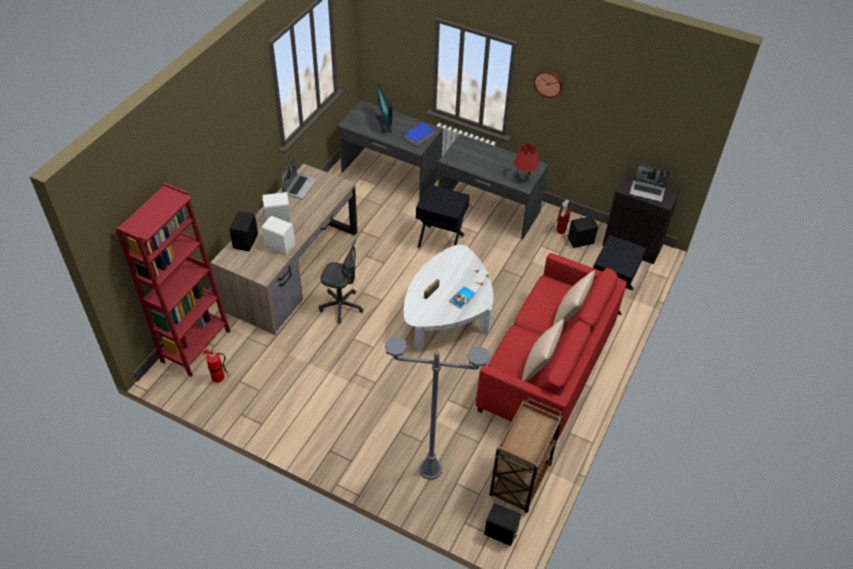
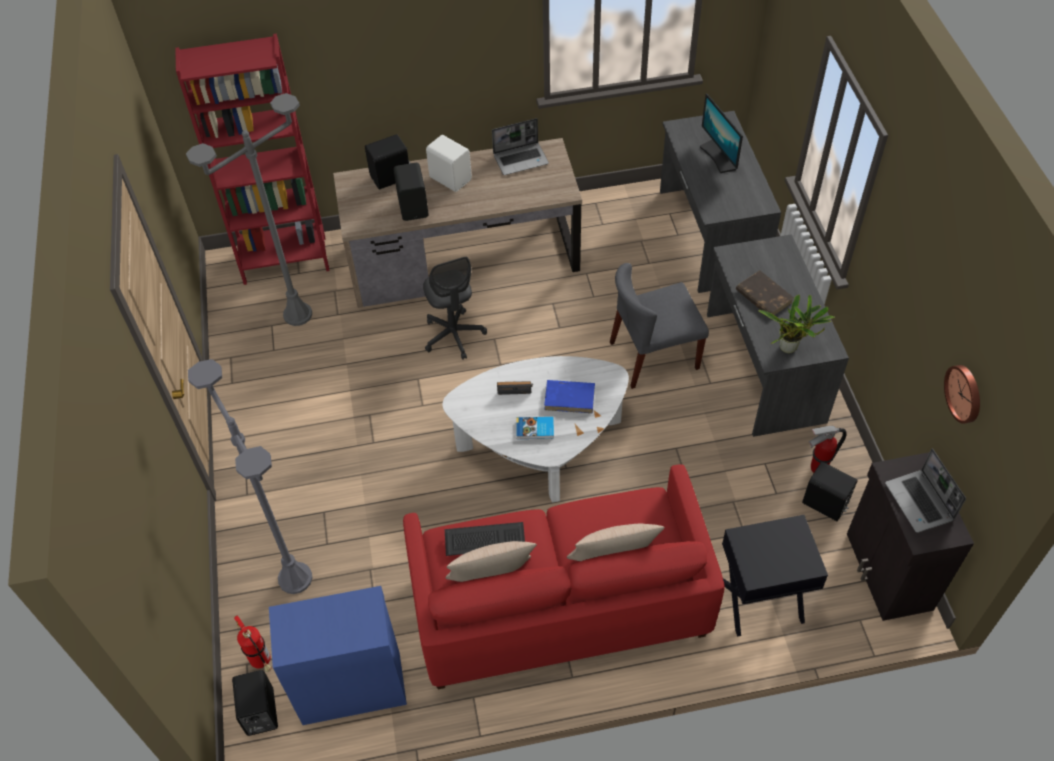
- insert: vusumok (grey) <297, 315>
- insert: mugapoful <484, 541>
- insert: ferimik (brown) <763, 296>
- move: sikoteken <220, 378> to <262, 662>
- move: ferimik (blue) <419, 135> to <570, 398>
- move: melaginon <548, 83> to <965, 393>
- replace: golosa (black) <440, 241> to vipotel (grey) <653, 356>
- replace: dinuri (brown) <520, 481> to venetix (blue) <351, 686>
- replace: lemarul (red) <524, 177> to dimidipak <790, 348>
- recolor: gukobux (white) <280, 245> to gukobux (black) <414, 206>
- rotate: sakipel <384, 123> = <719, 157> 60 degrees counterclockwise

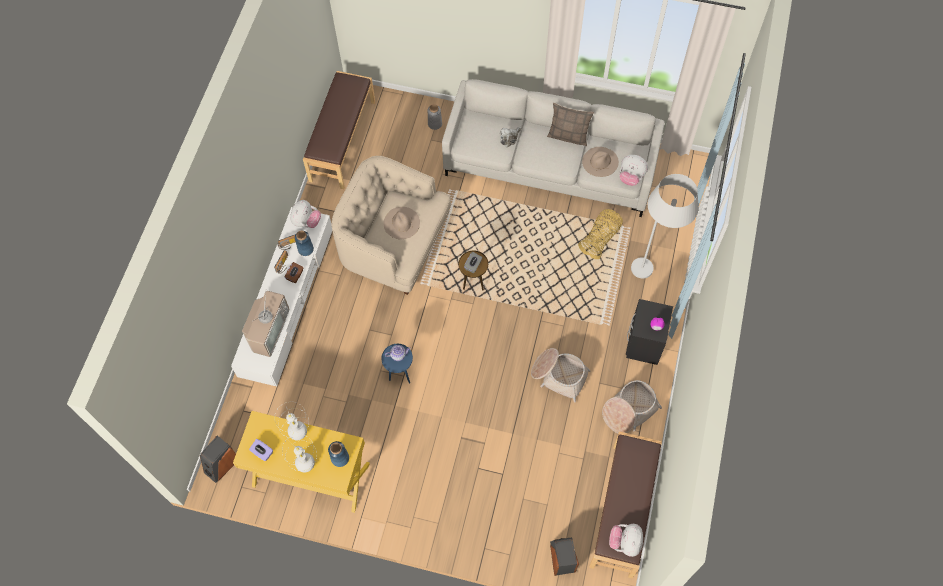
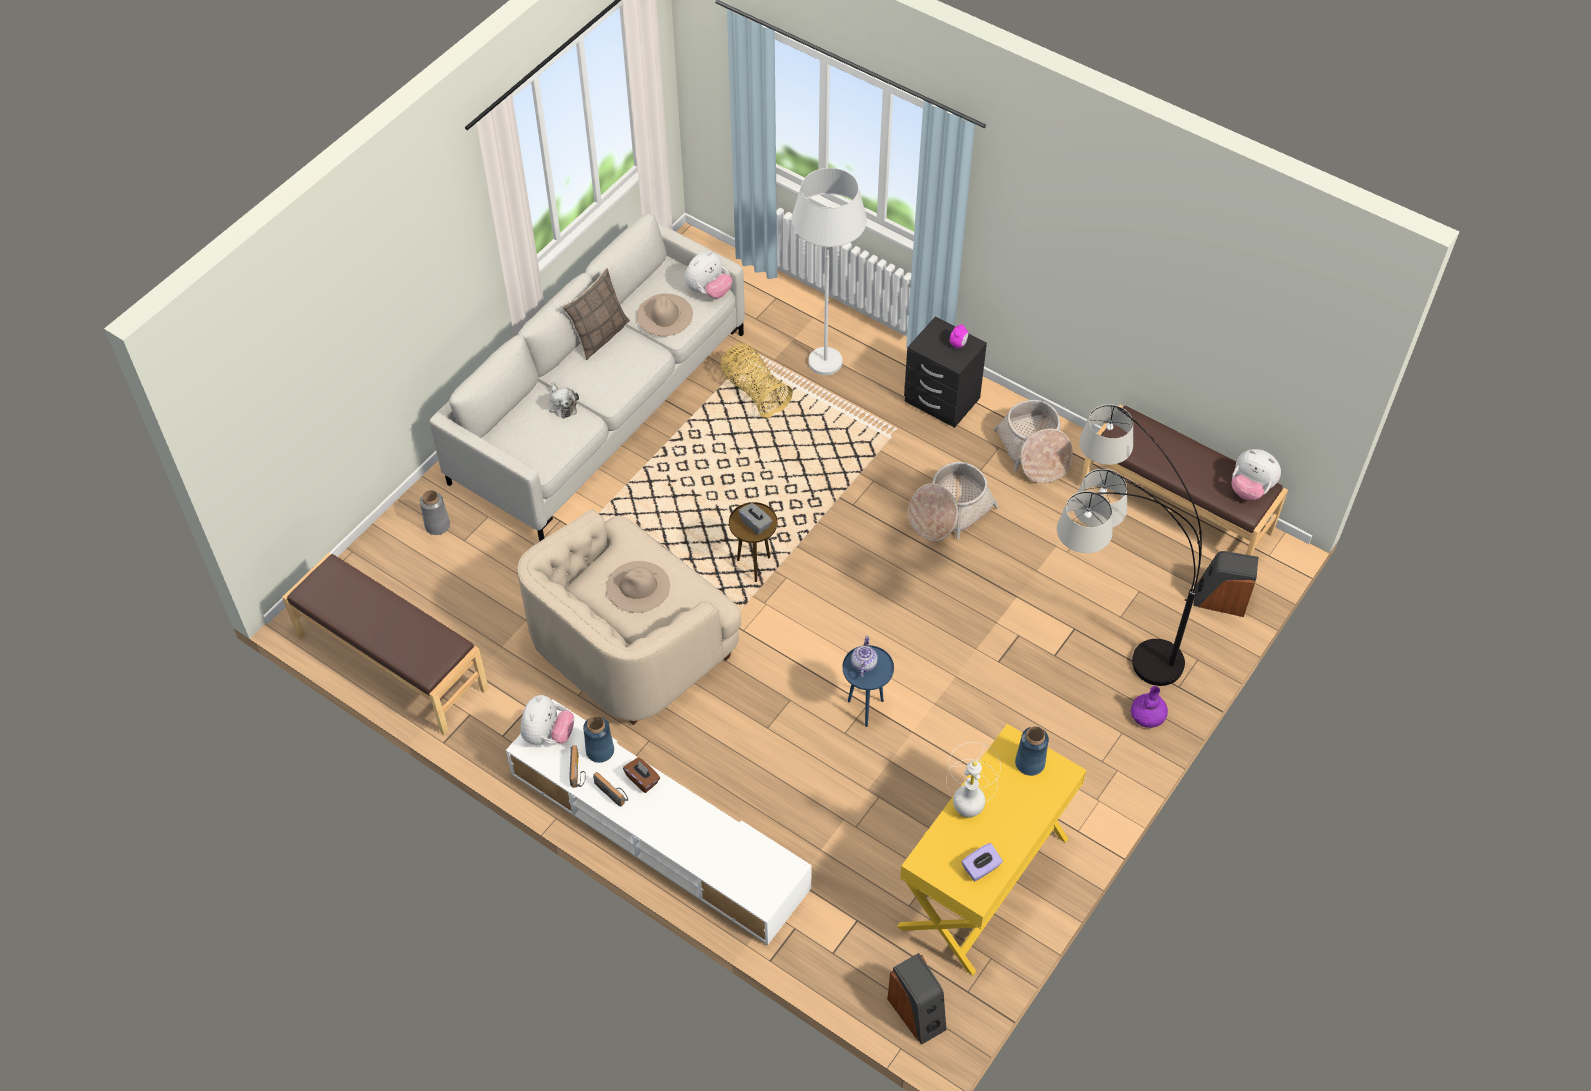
- delete: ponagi <268, 329>
- delete: lemarul (white) <306, 465>
- insert: vusumok <1094, 649>
- insert: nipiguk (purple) <1147, 716>
- rotate: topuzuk <306, 222> = <548, 735> 60 degrees clockwise

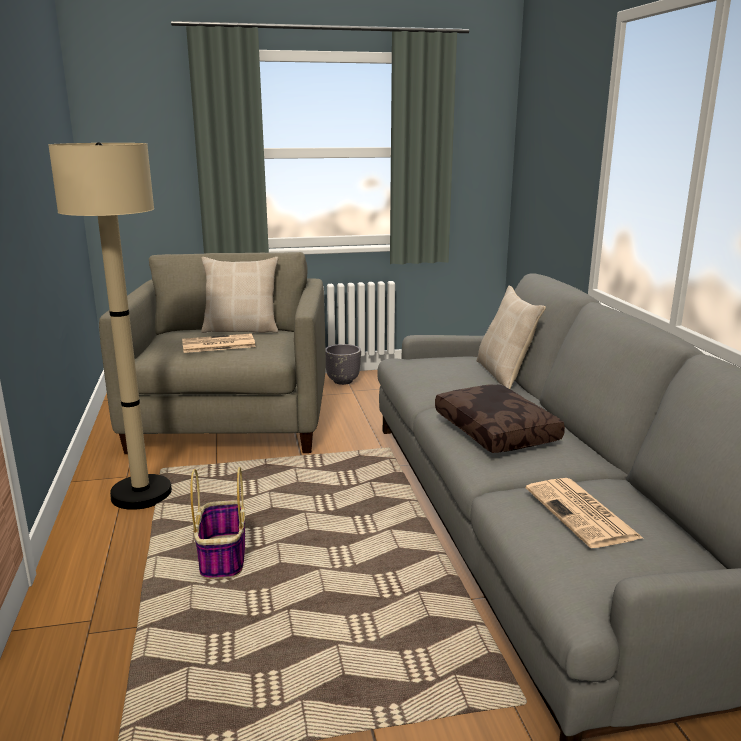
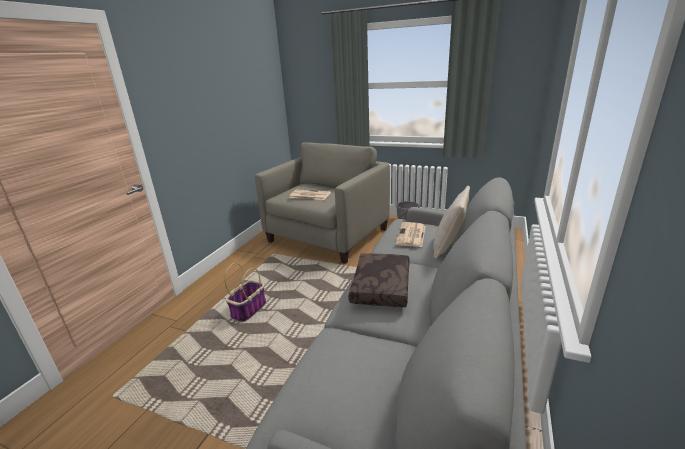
- delete: vusumok (beige) <141, 494>
- delete: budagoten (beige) <242, 329>
- move: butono <583, 514> to <411, 235>

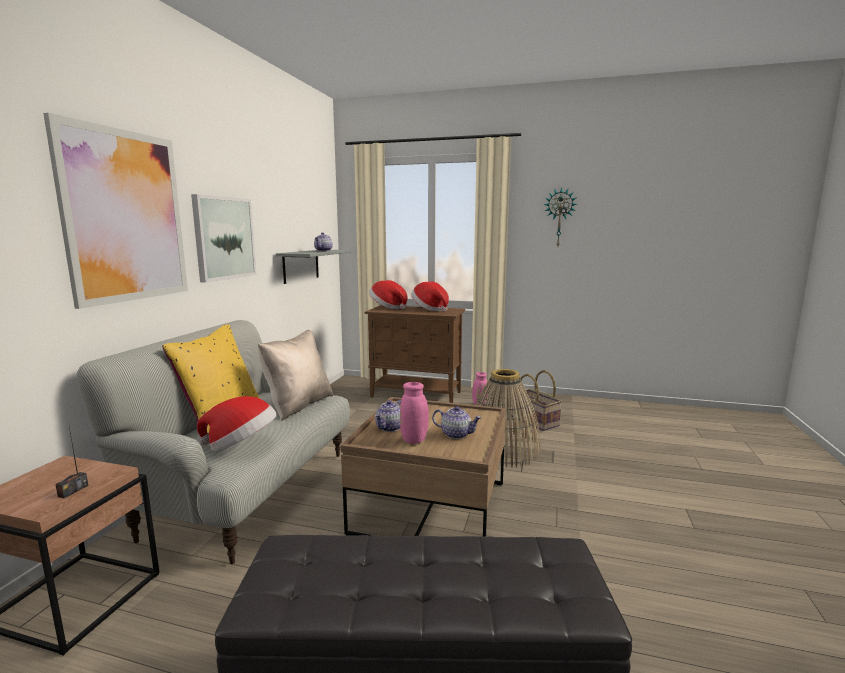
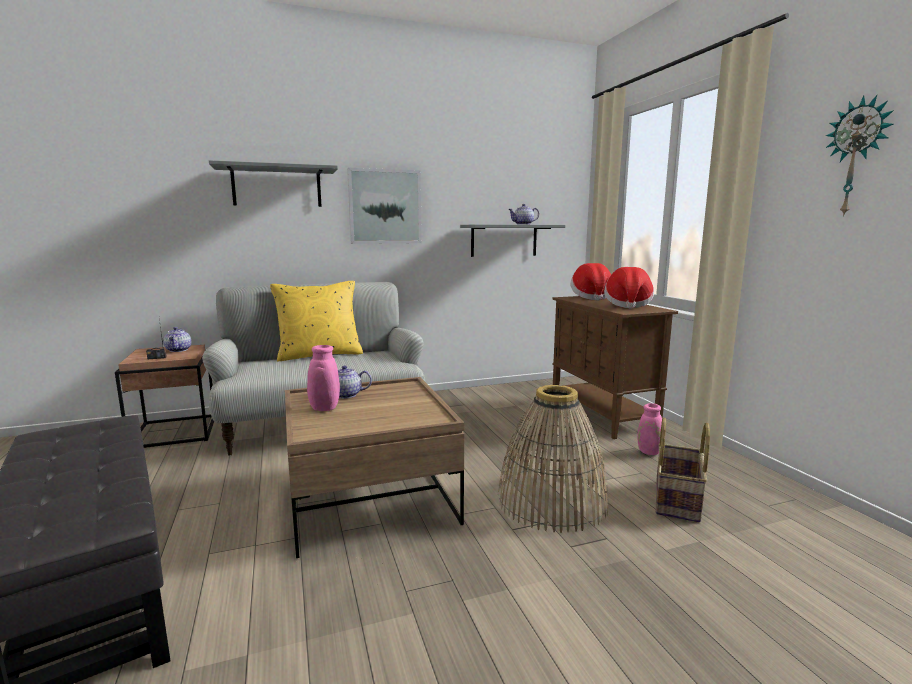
- delete: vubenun <241, 446>
- delete: budagoten (beige) <298, 405>
- move: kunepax <456, 434> to <179, 350>
- replace: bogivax <125, 216> to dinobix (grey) <277, 187>

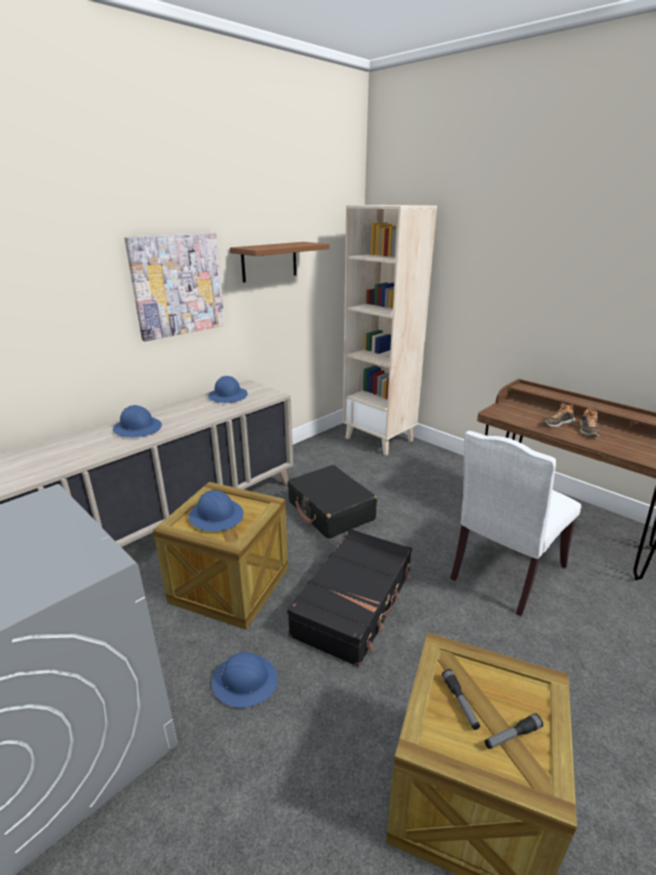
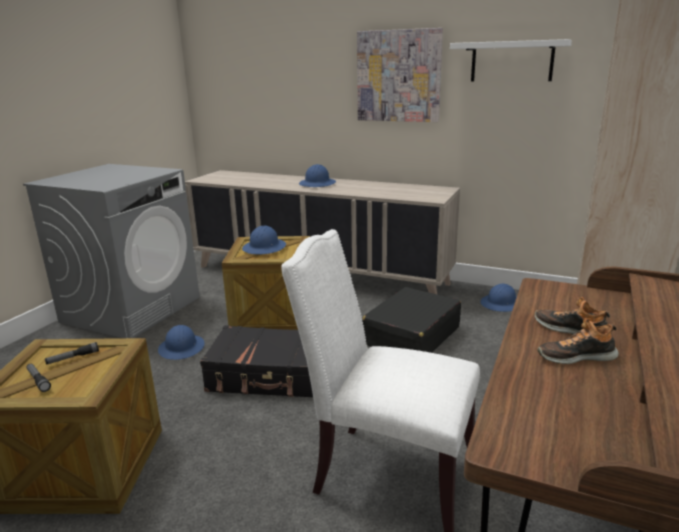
- move: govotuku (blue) <228, 396> to <501, 304>
- recolor: dinobix (brown) <269, 261> to dinobix (white) <511, 61>

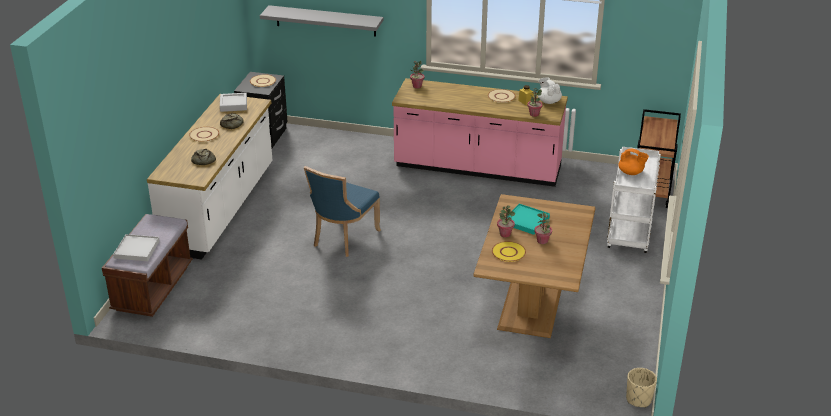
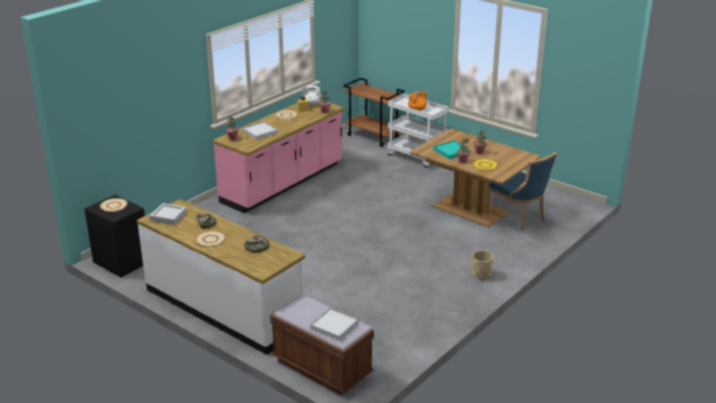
- delete: dinobix (grey) <325, 21>
- insert: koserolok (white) <260, 132>
- move: vipotel (blue) <343, 238> to <518, 218>
- move: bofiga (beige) <638, 399> to <481, 274>

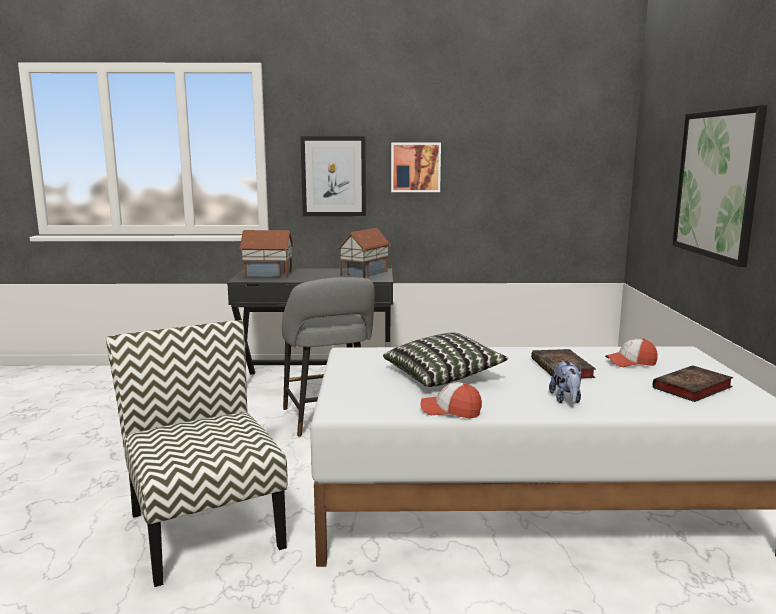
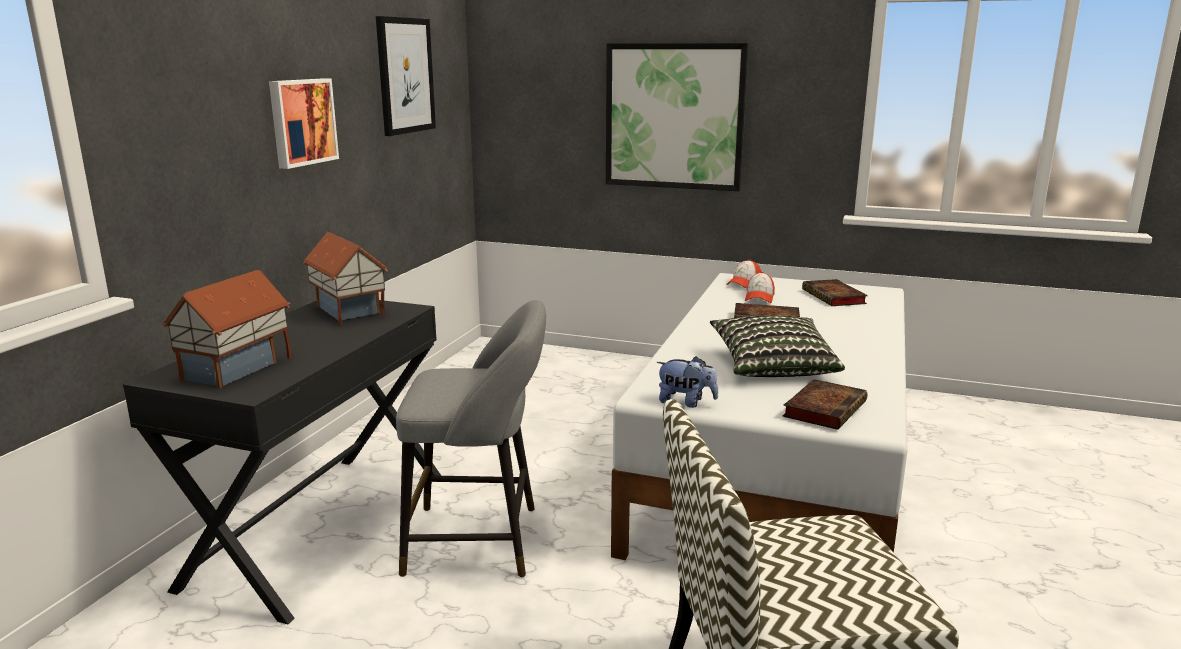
- insert: ferimik <824, 408>
- move: bogivax <333, 176> to <405, 76>
- move: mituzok <451, 411> to <744, 284>
- move: topuzuk <566, 400> to <686, 402>

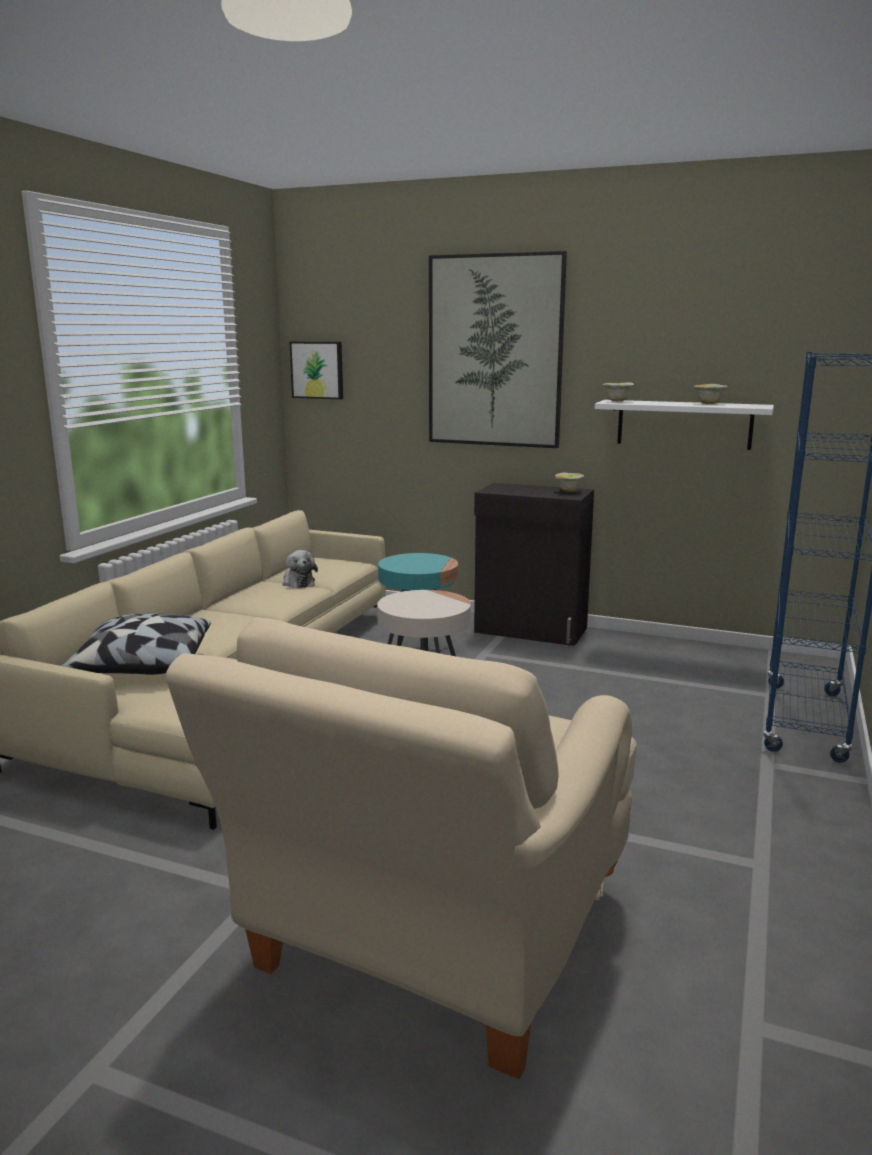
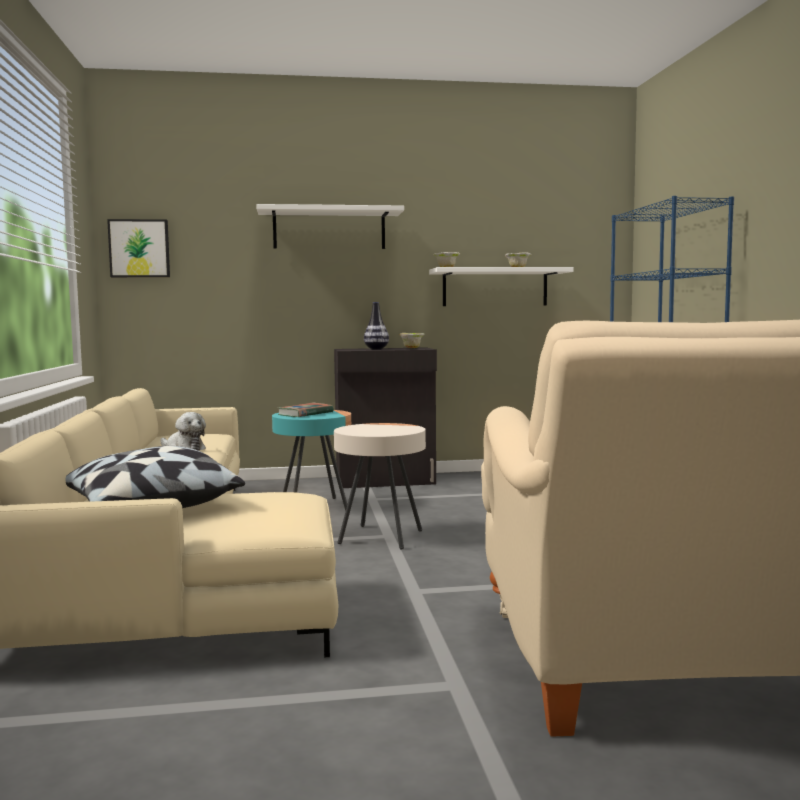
- insert: ferimik <305, 414>
- insert: nipiguk <376, 349>
- replace: bogivax <495, 351> to dinobix (white) <329, 229>

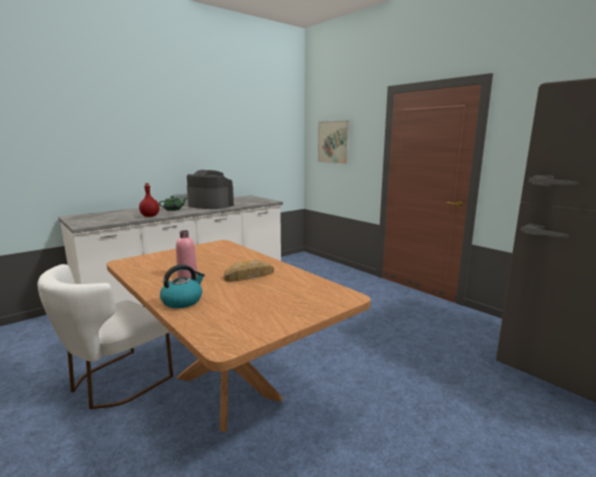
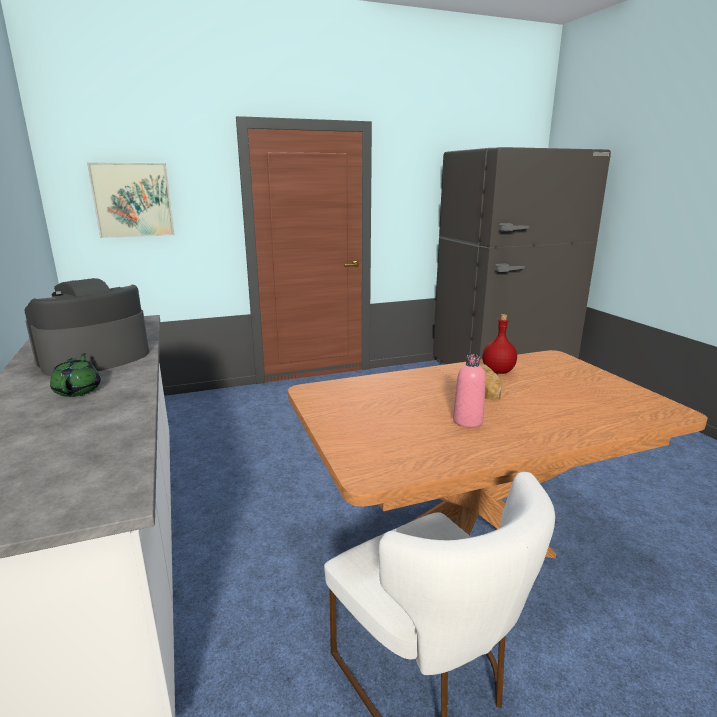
- delete: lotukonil <182, 301>
- move: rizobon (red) <150, 216> to <498, 371>

